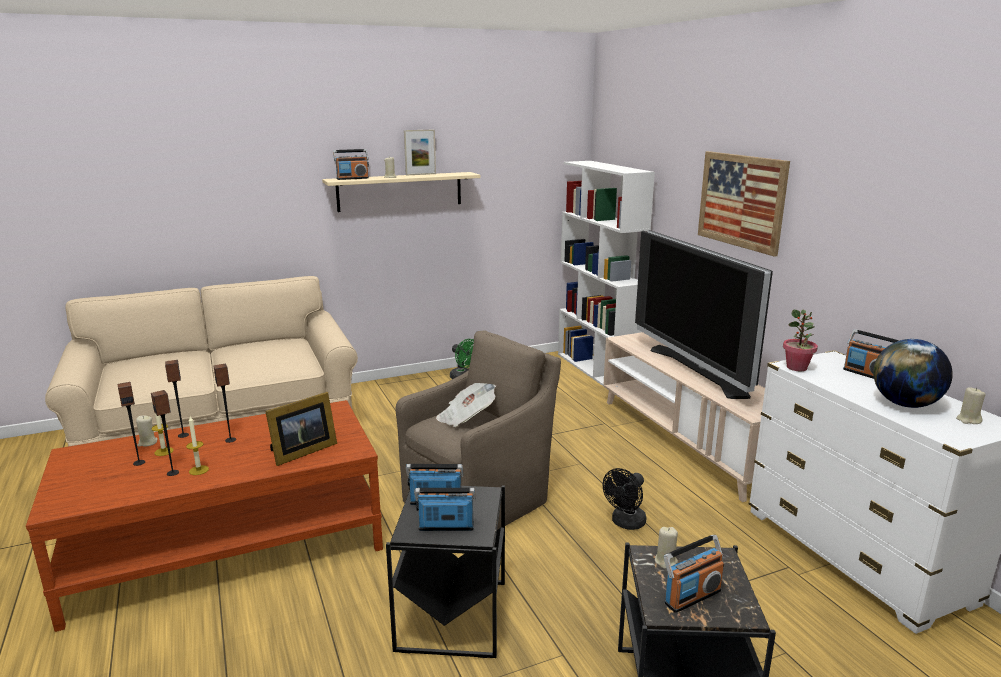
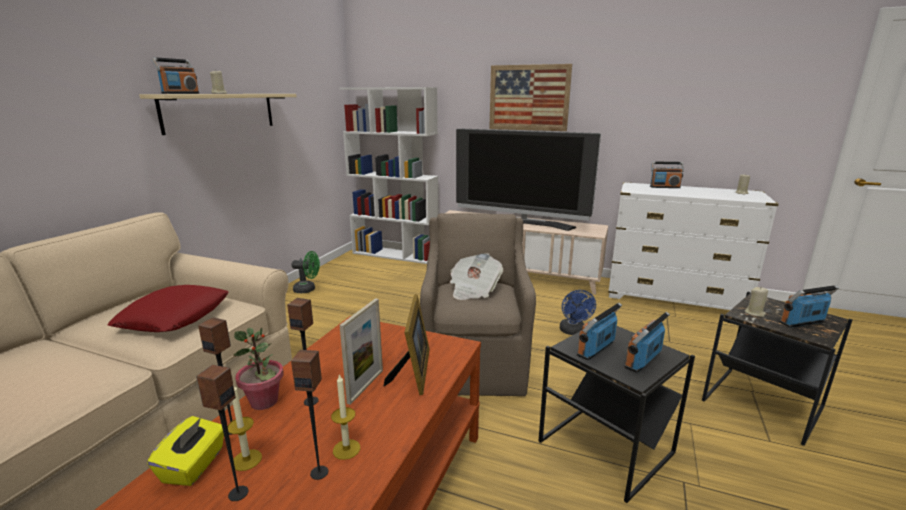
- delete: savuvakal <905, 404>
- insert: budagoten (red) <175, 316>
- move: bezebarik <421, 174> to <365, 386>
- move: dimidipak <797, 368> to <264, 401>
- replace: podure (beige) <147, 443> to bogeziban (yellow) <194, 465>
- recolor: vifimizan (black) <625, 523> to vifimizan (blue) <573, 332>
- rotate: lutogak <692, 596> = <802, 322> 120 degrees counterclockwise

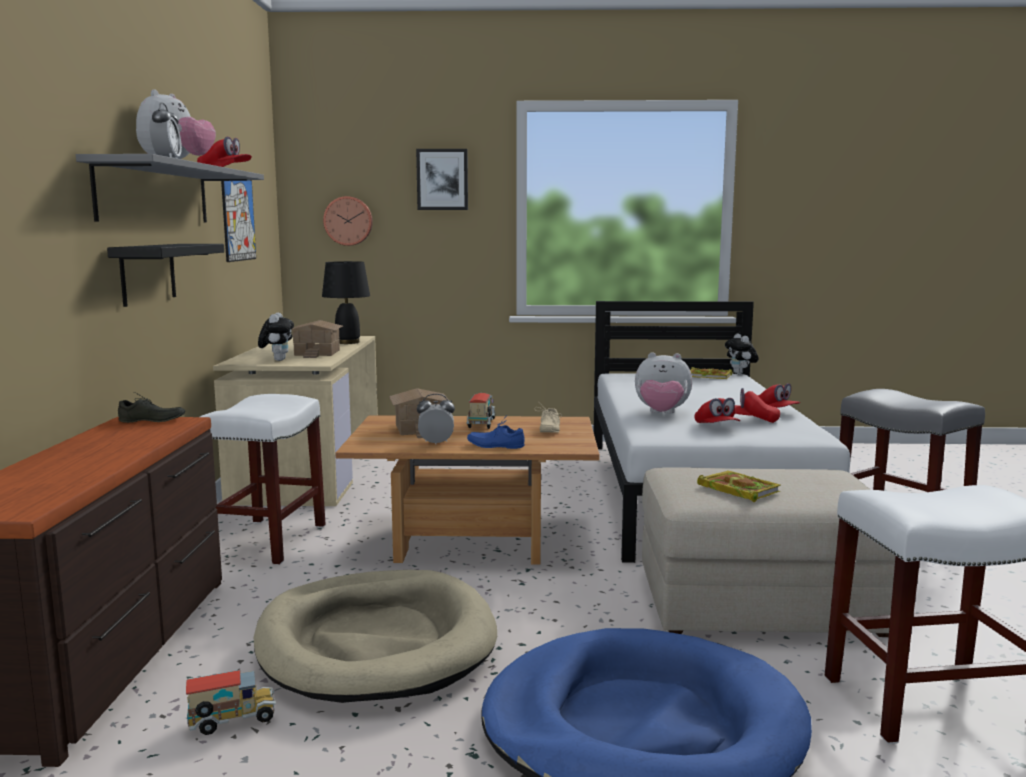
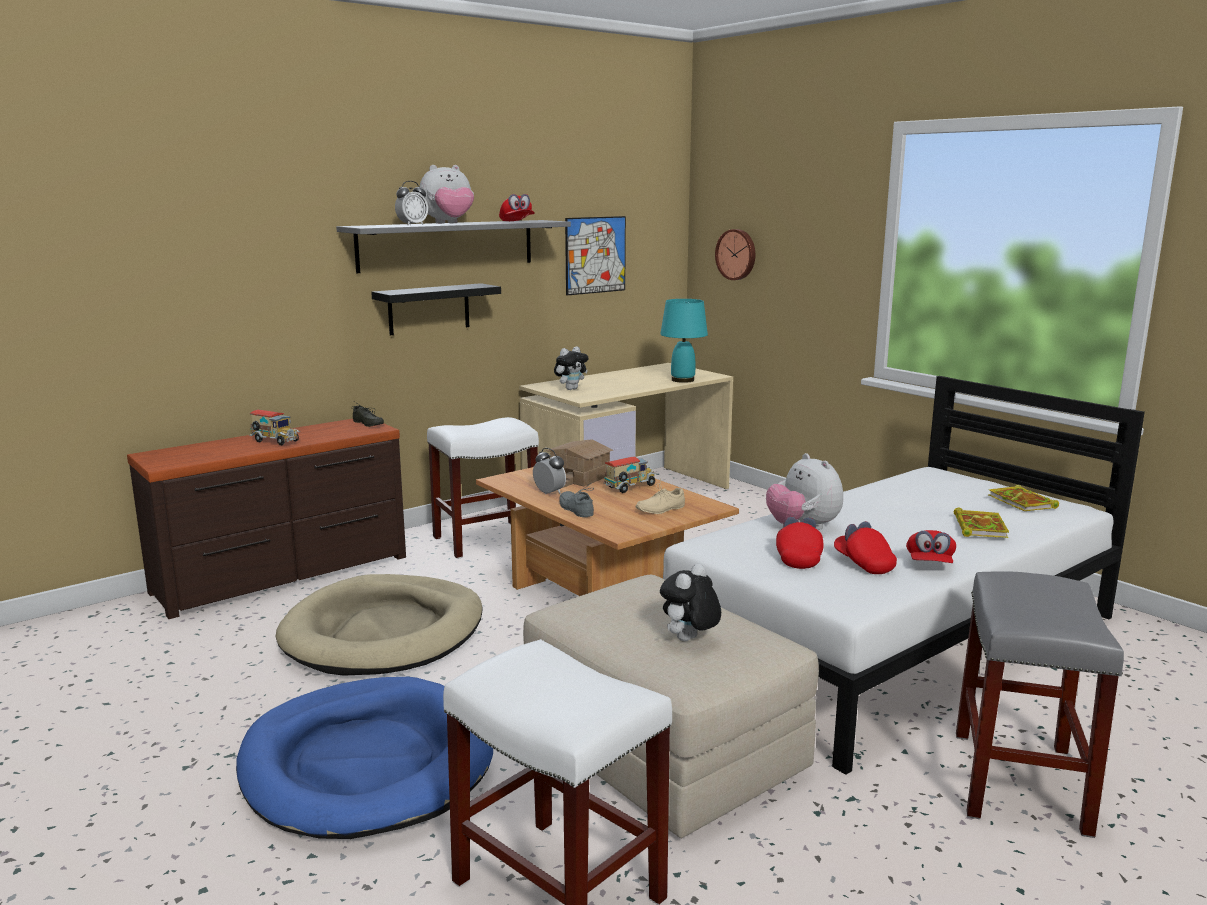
- delete: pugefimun <318, 353>
- delete: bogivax <442, 179>
- move: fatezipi <233, 722> to <275, 442>
- move: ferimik <736, 489> to <979, 527>
- move: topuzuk <740, 374> to <689, 641>
- recolor: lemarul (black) <347, 342> to lemarul (turquoise) <683, 380>
- recolor: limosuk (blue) <496, 445> to limosuk (grey) <578, 509>
- rotate: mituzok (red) <716, 427> = <798, 558> 150 degrees clockwise

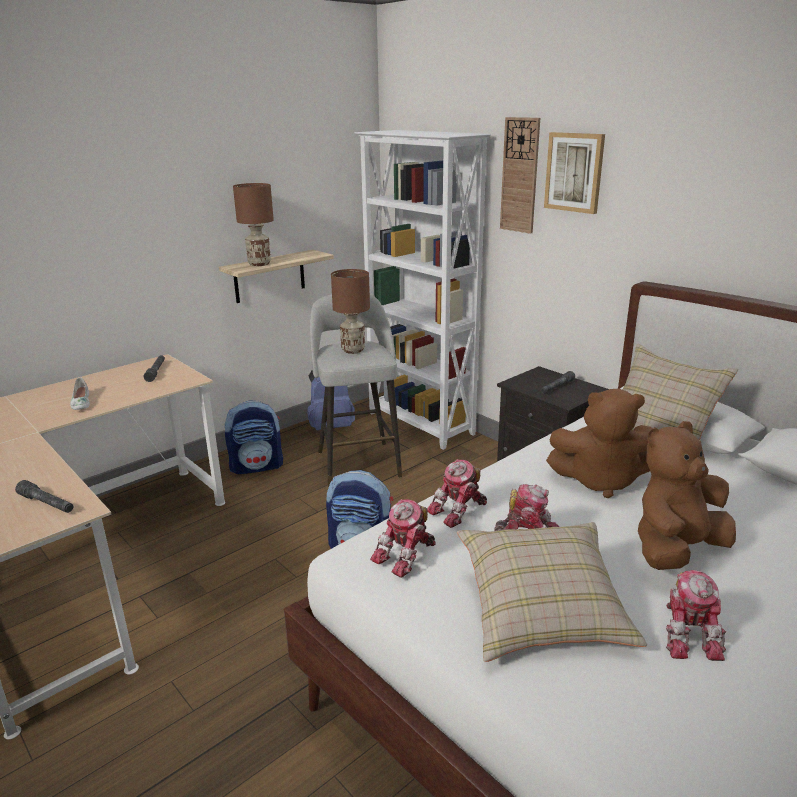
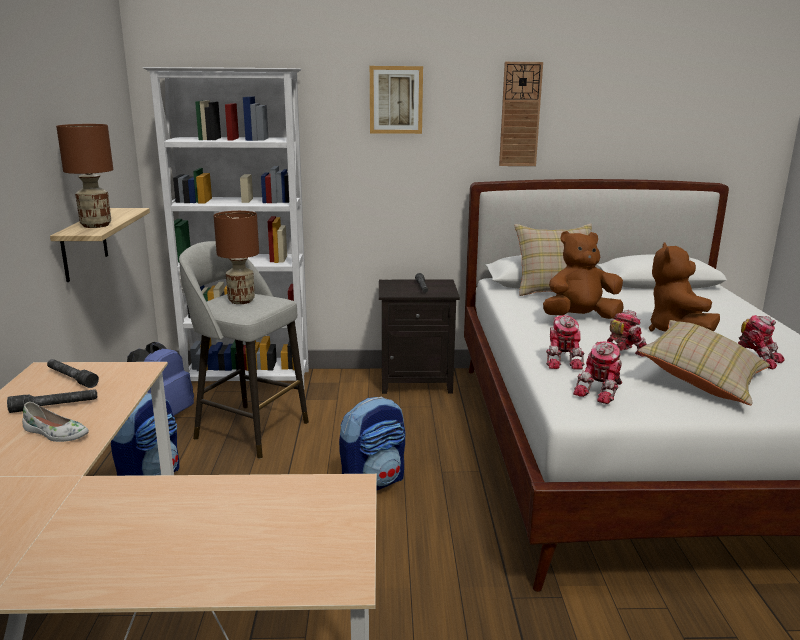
- move: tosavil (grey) <47, 504> to <55, 406>
- move: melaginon <520, 175> to <520, 115>
- rotate: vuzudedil <407, 555> = <601, 391> 45 degrees clockwise
- rotate: topuzuk (brown) <600, 480> = <580, 318> 150 degrees counterclockwise

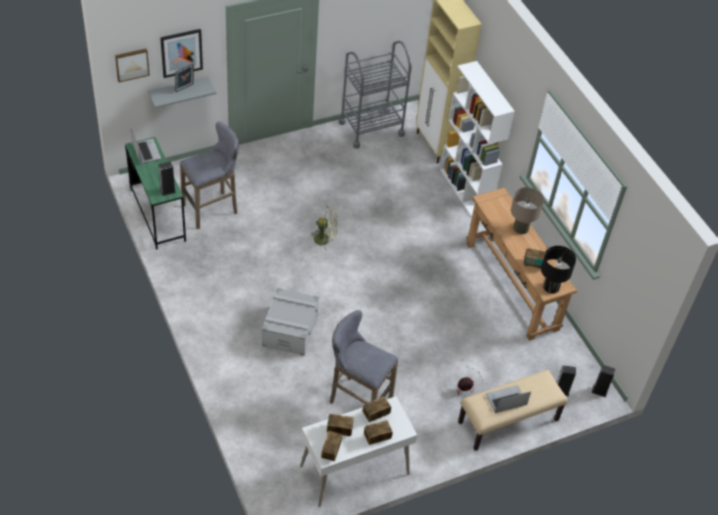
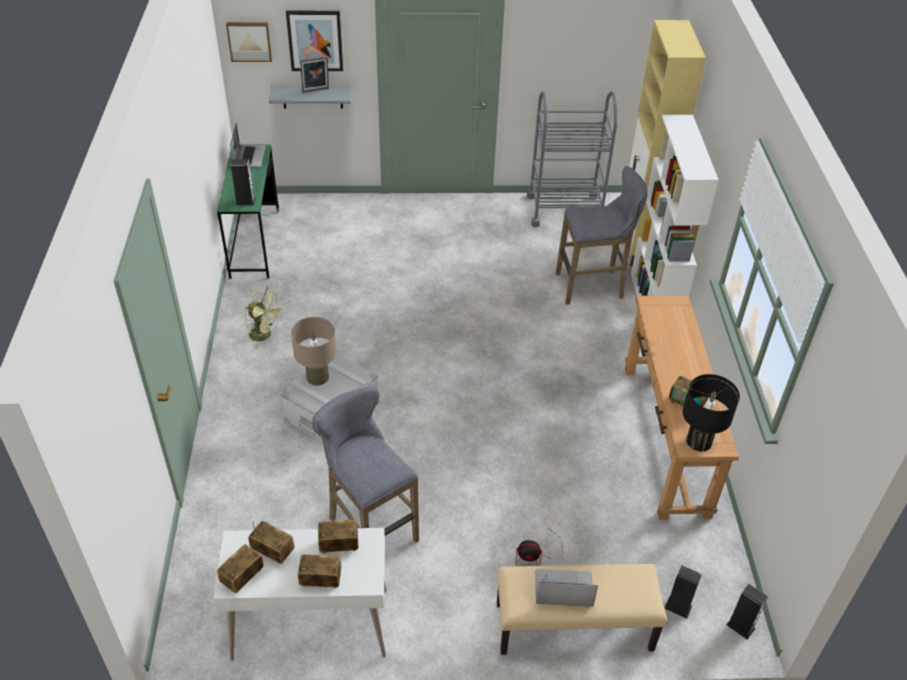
- move: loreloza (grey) <212, 209> to <593, 286>
- move: vifimizan (green) <325, 239> to <265, 335>
- move: lemarul (beige) <521, 228> to <317, 377>

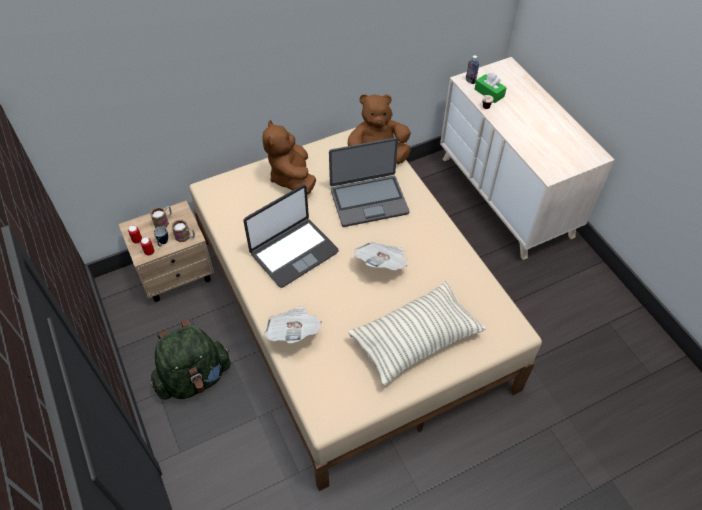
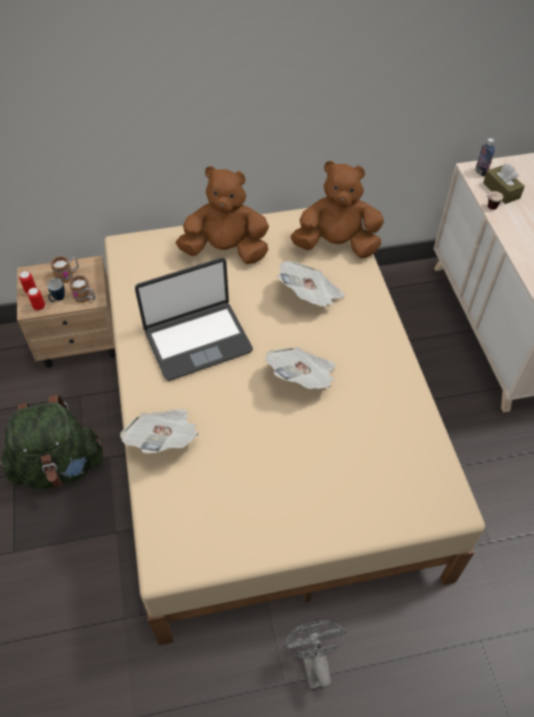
- delete: budagoten <415, 339>
- insert: vifimizan (grey) <313, 661>
- replace: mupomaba <368, 200> to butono <310, 296>
- recolor: bogeziban (green) <489, 93> to bogeziban (brown) <501, 190>
- rotate: topuzuk (brown) <292, 177> = <226, 250> 90 degrees clockwise

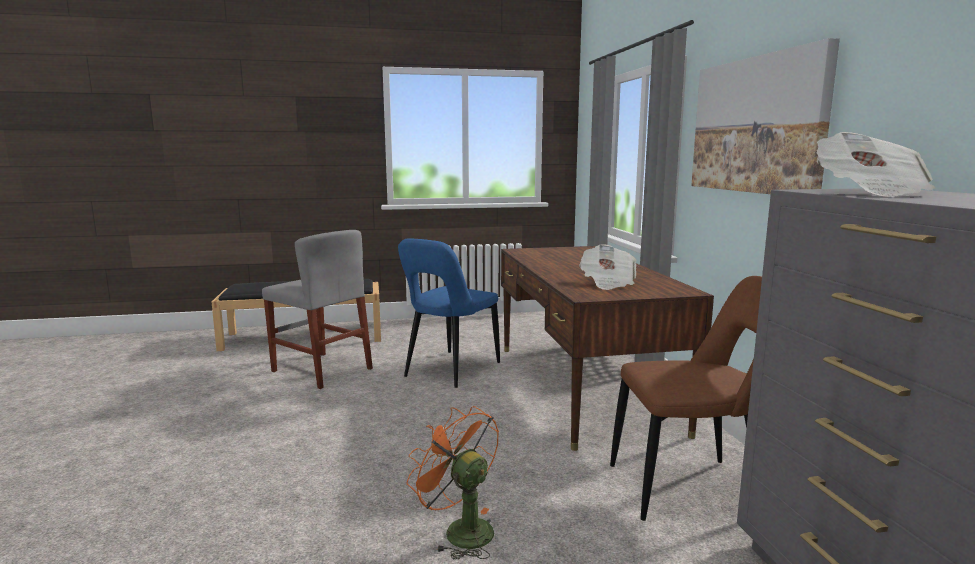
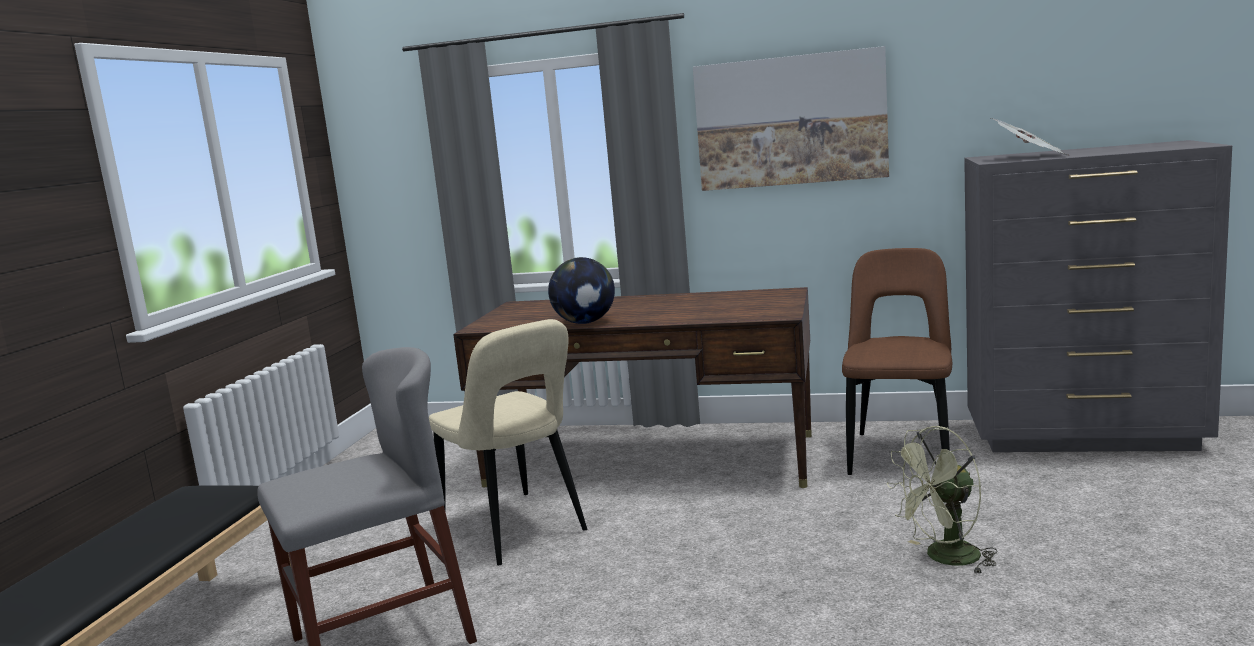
- delete: butono <607, 283>
- insert: savuvakal <585, 322>
- recolor: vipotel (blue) <449, 371> to vipotel (beige) <516, 530>
- recolor: vifimizan (orange) <460, 530> to vifimizan (green) <944, 558>

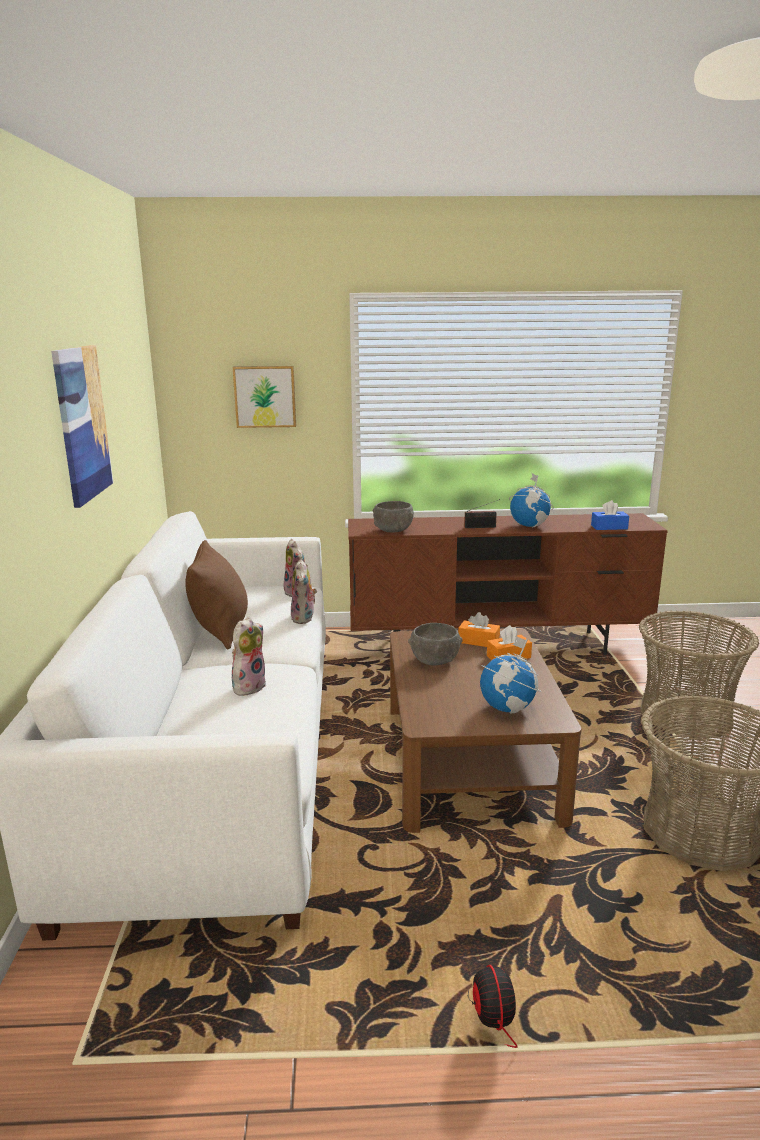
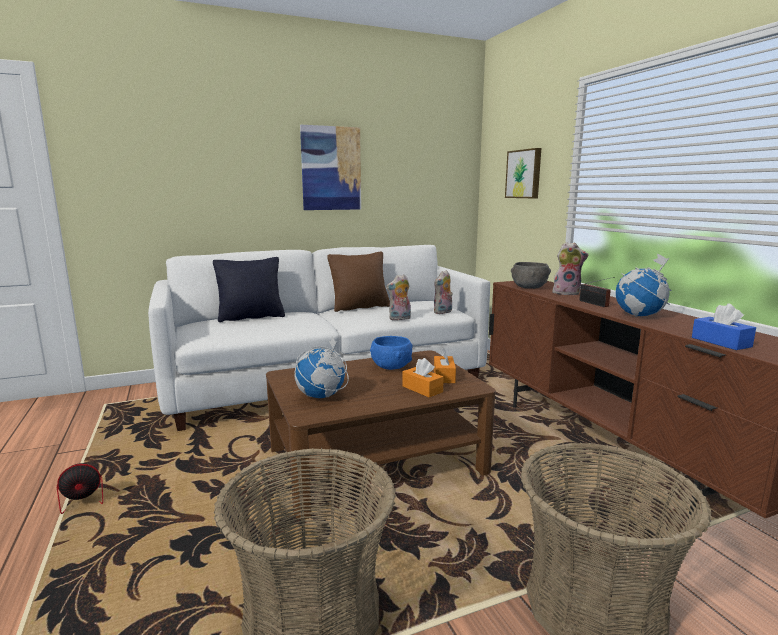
- insert: budagoten (black) <251, 317>
- move: topuzuk <248, 686> to <566, 293>
- recolor: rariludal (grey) <434, 660> to rariludal (blue) <391, 367>

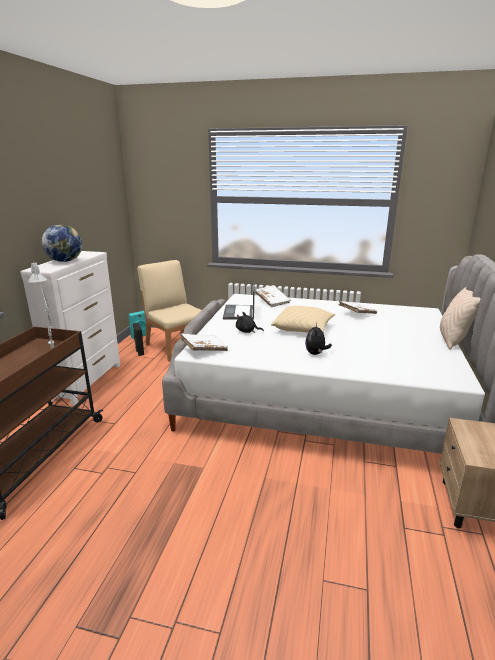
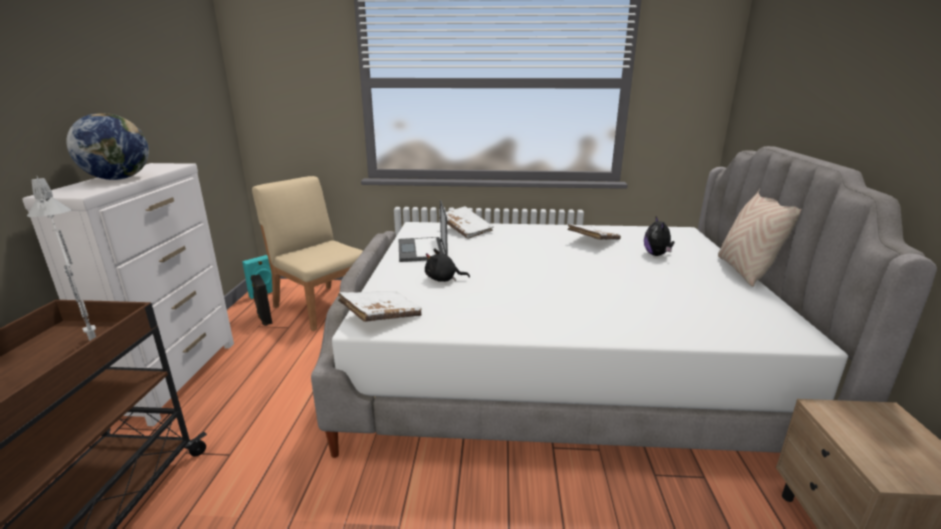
- delete: budagoten (beige) <303, 328>
- move: topuzuk <316, 353> to <657, 255>

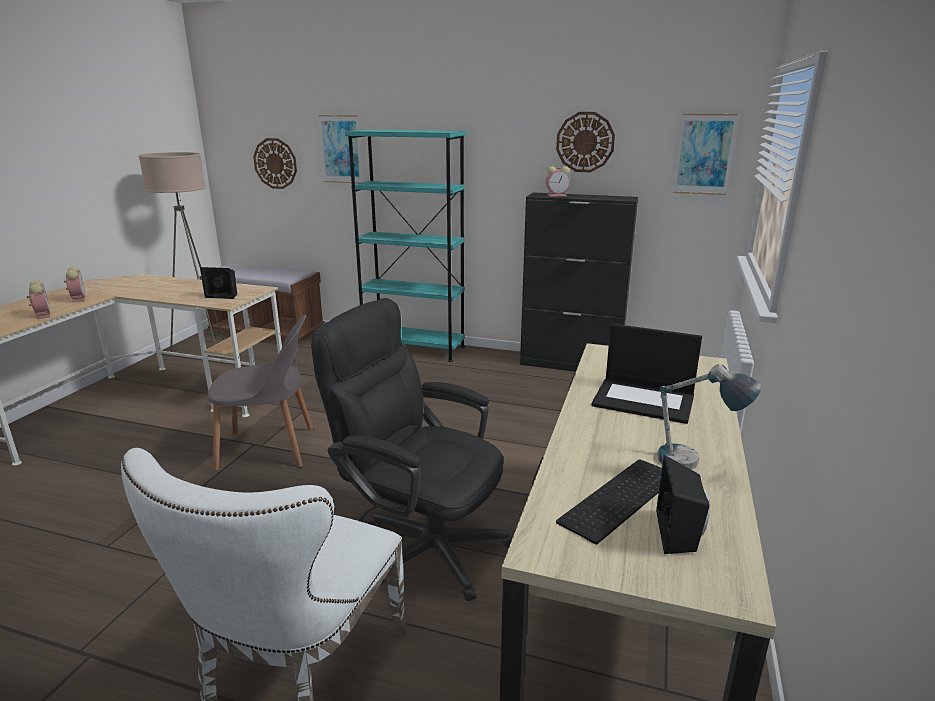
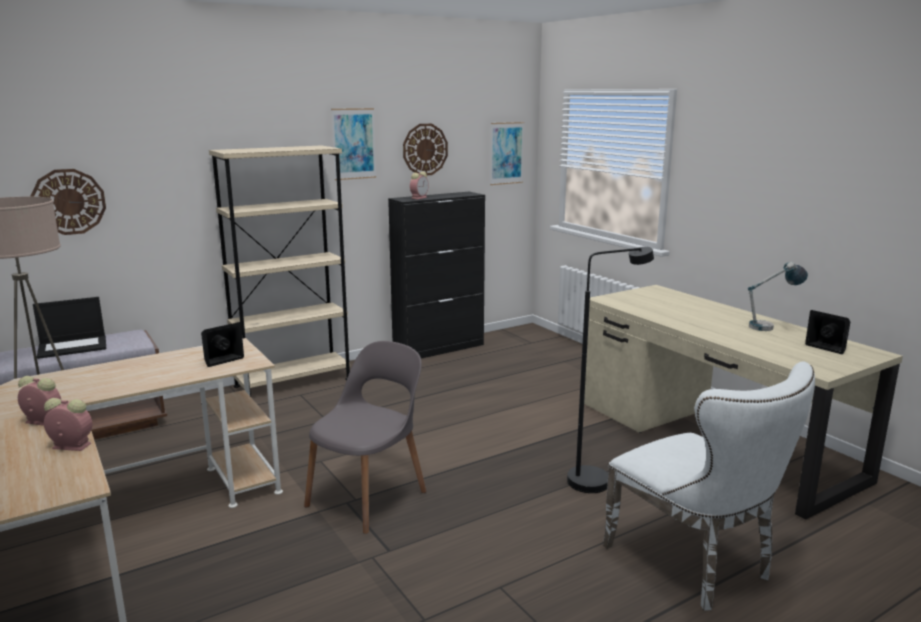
- delete: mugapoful <621, 500>
- move: bogivax <340, 149> to <354, 144>
- move: mupomaba <645, 400> to <73, 346>
- replace: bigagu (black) <421, 543> to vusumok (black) <597, 479>
- recolor: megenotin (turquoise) <413, 348> to megenotin (beige) <293, 382>

